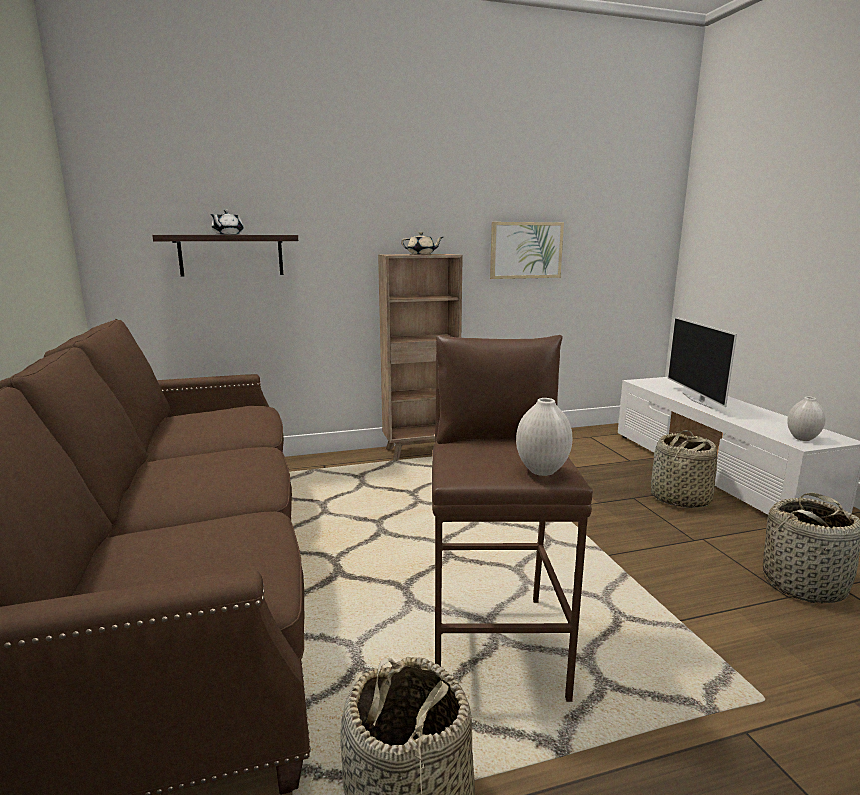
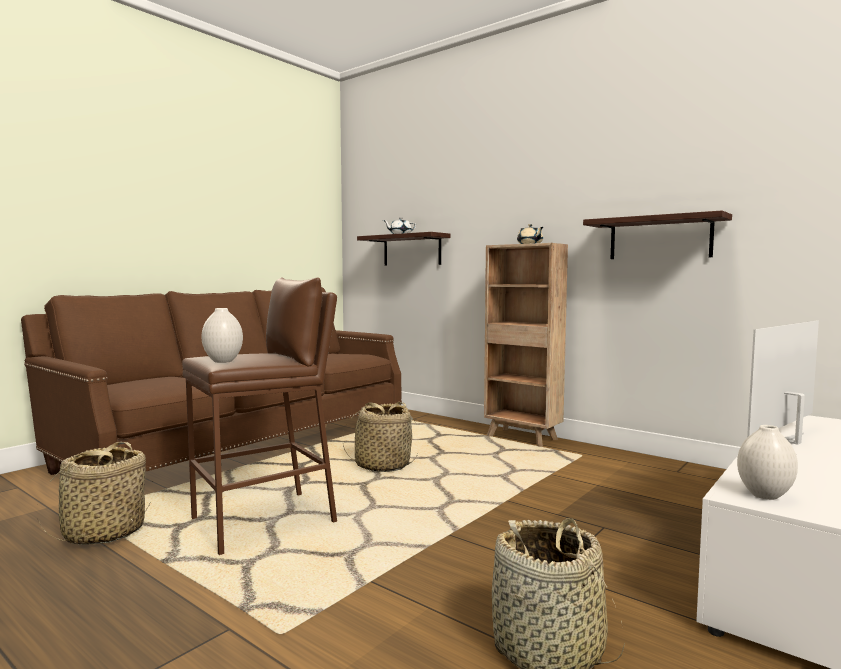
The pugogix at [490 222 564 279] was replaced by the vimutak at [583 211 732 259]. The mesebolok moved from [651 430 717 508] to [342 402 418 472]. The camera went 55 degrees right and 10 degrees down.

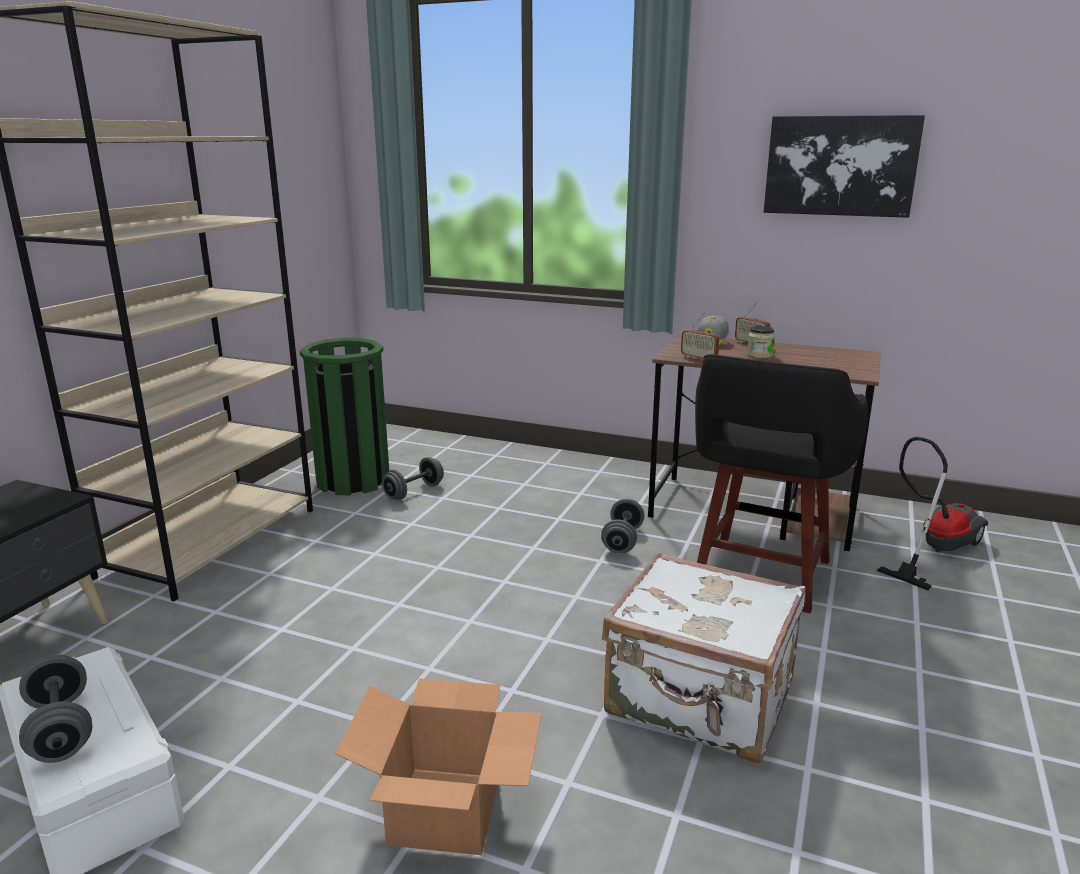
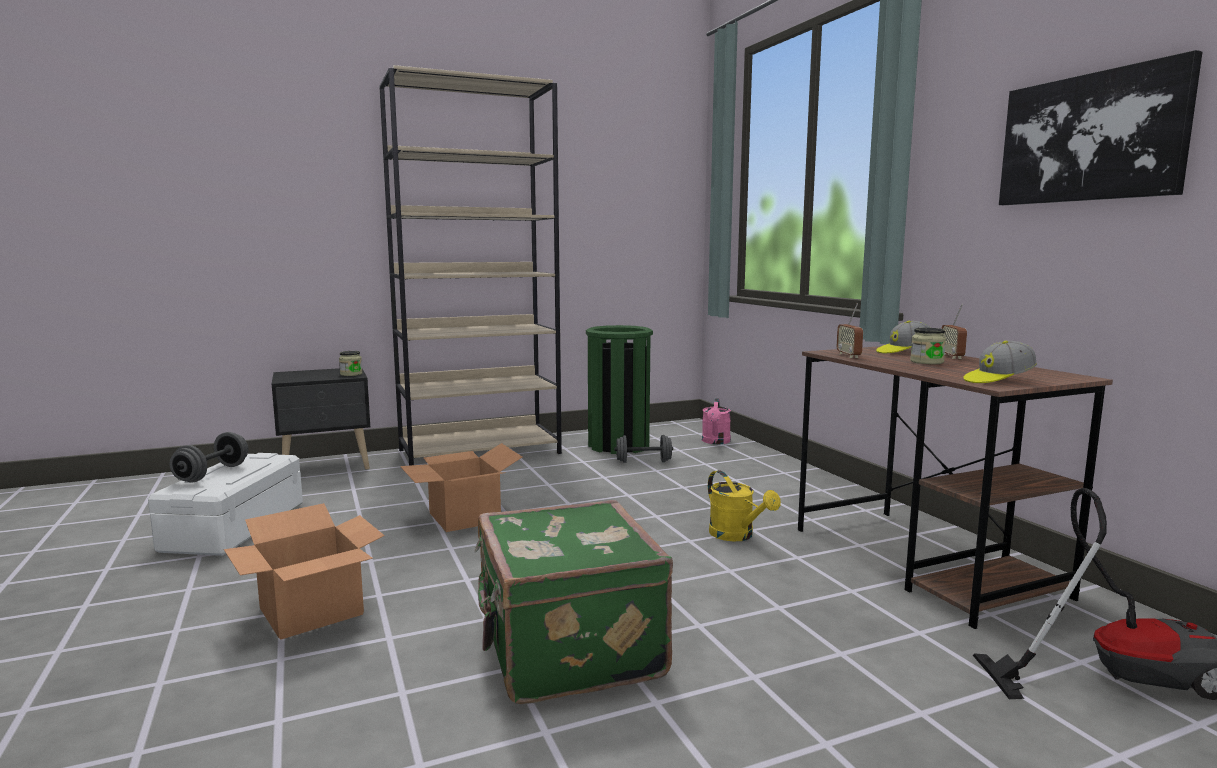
The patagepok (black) at [695 354 868 613] disappeared. The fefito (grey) at [601 499 645 553] was replaced by the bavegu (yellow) at [708 470 781 542]. The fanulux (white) at [602 552 806 763] became the fanulux (green) at [474 500 673 704]. The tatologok at [964 341 1037 383] appeared. The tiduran at [339 351 362 376] appeared. The bavegu (pink) at [702 398 731 444] appeared. The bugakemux at [400 443 522 532] appeared. The camera went 45 degrees right and 10 degrees down.

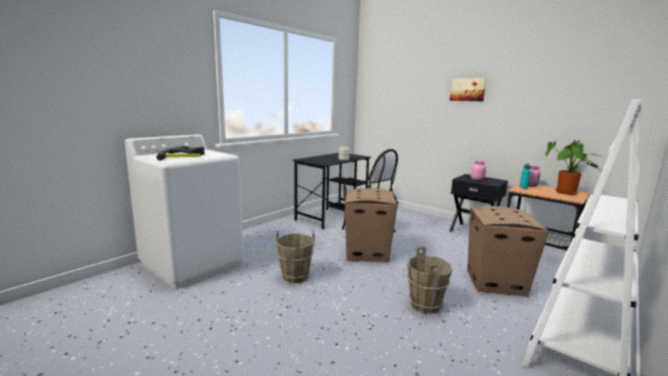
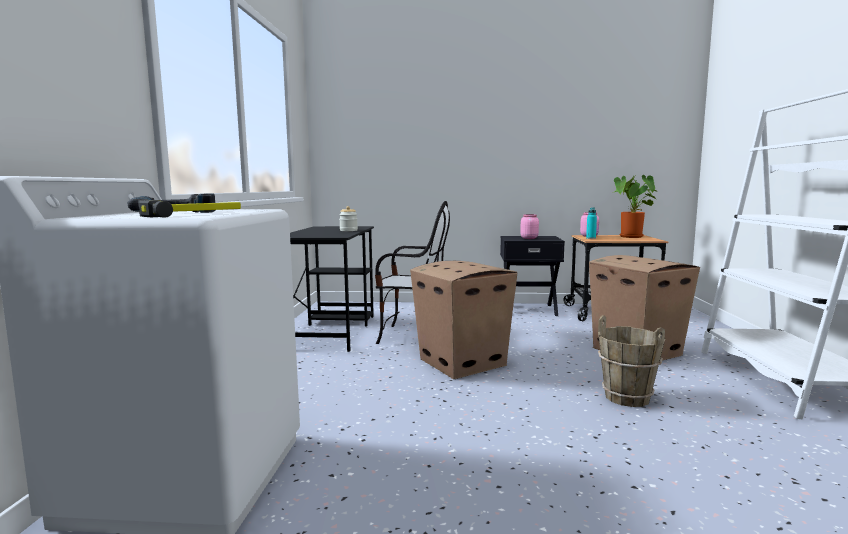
The pugogix at [450 78 486 101] disappeared. The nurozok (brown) at [276 231 315 283] disappeared. The camera went 35 degrees left and 5 degrees down.

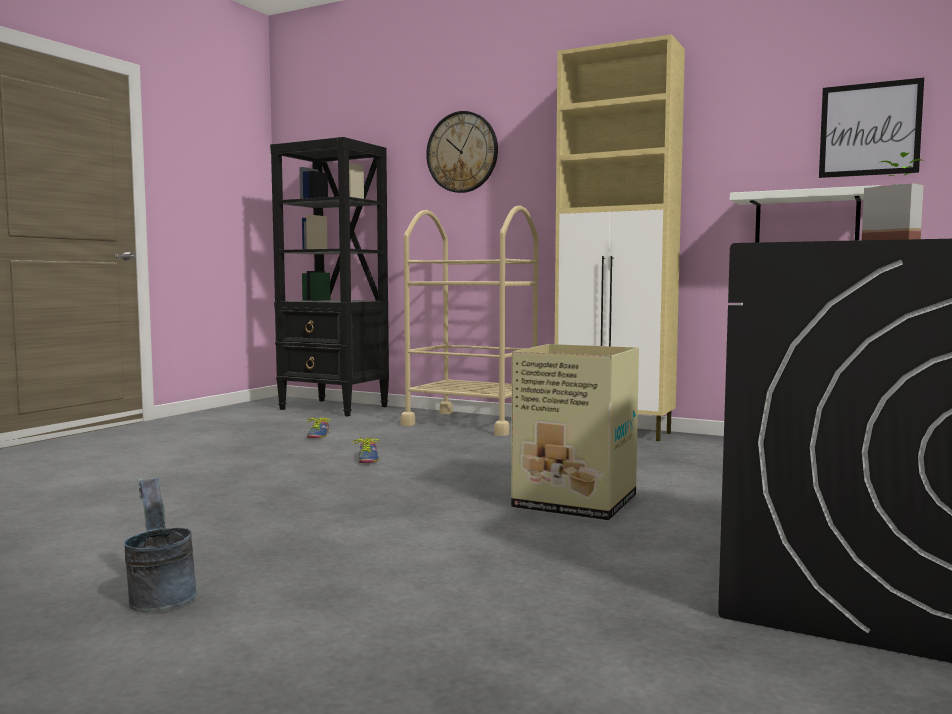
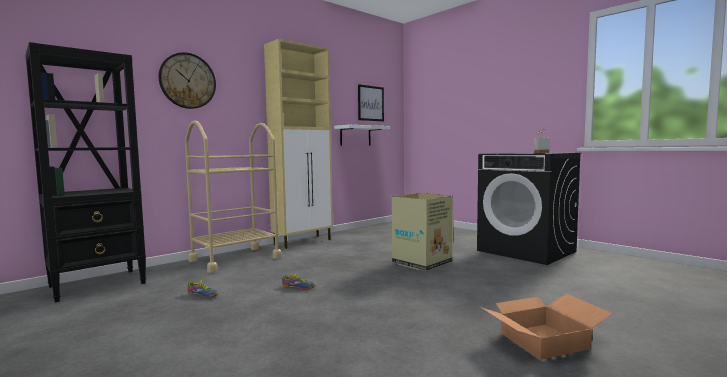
The nurozok (grey) at [123 477 197 612] was replaced by the bugakemux at [481 294 613 360]. The camera went 70 degrees left and 0 degrees up.

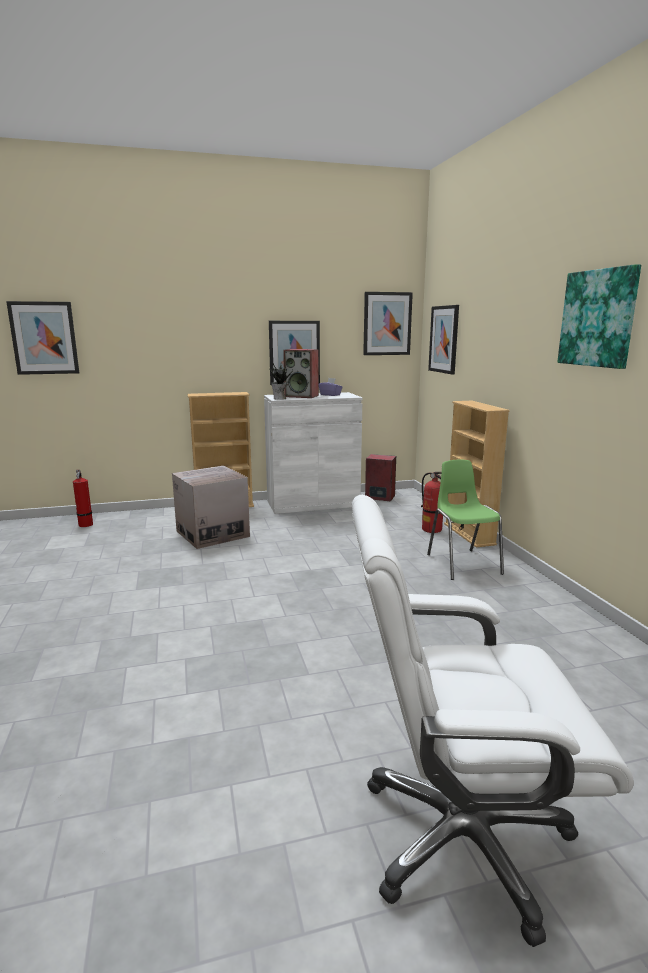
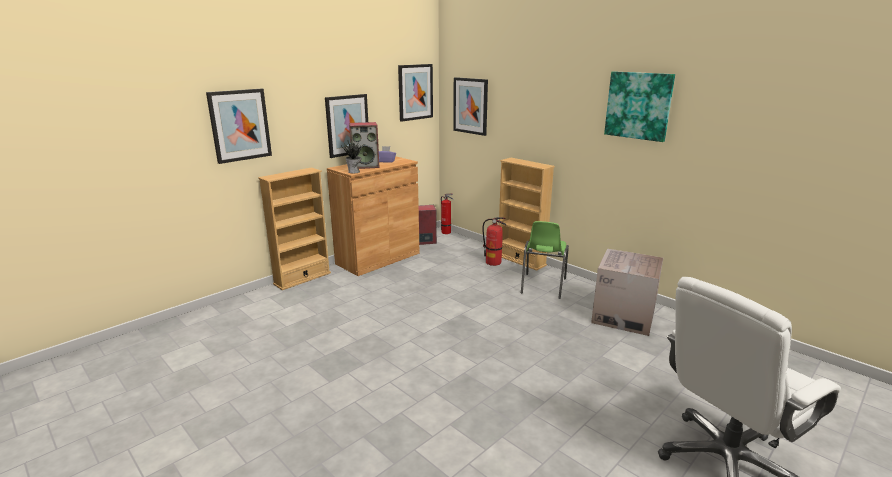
The pugogix moved from [6 301 79 375] to [206 89 272 164]. The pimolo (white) at [264 392 363 514] became the pimolo (brown) at [327 156 420 276]. The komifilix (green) at [427 460 504 580] turned 120 degrees counterclockwise. The bugakemux moved from [172 466 250 549] to [591 249 663 336]. The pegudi moved from [73 470 93 527] to [441 193 454 234]. The camera went 30 degrees left and 5 degrees up.

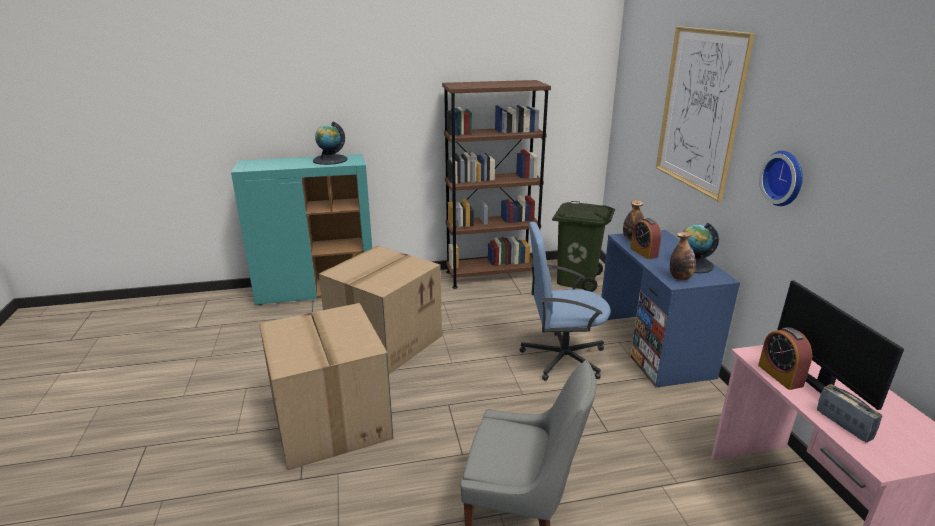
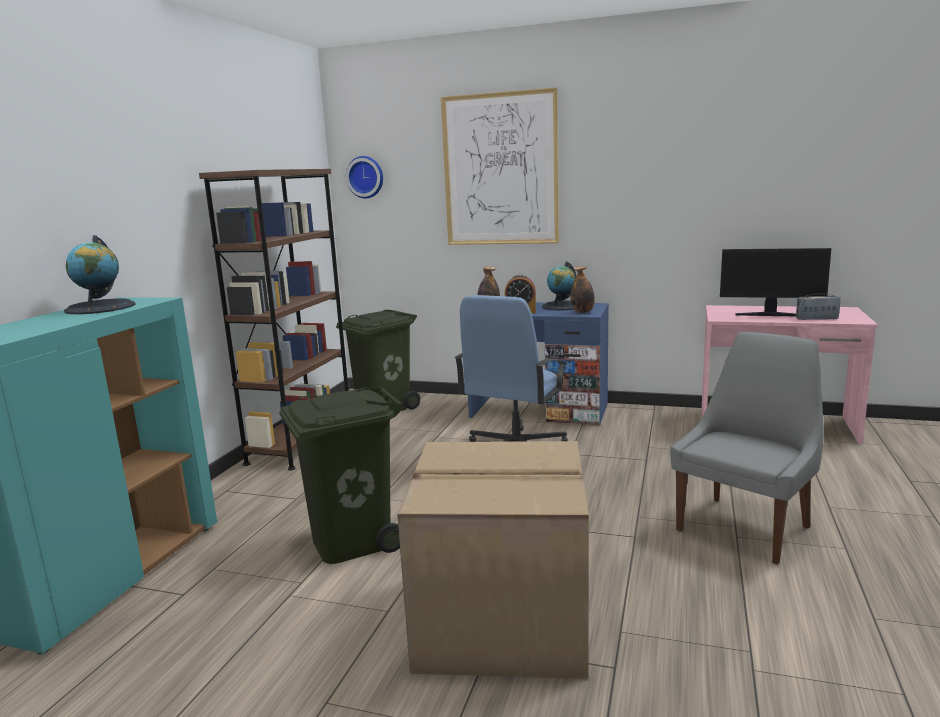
The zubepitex moved from [759 151 803 206] to [346 156 383 199]. The bugakemux at [319 245 442 374] was replaced by the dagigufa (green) at [279 387 403 564]. The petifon at [758 327 812 390] disappeared. The camera went 60 degrees left and 10 degrees down.

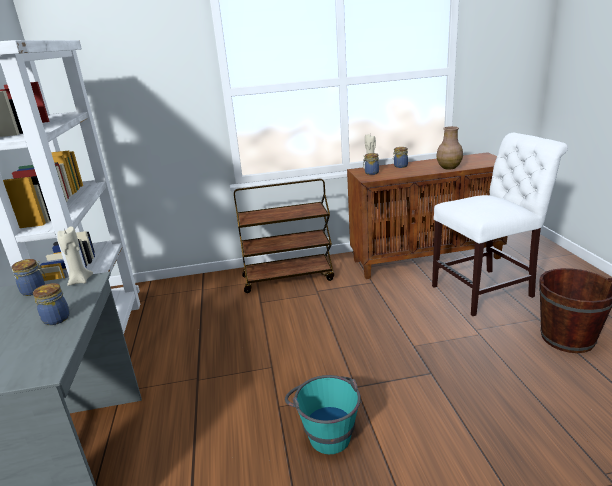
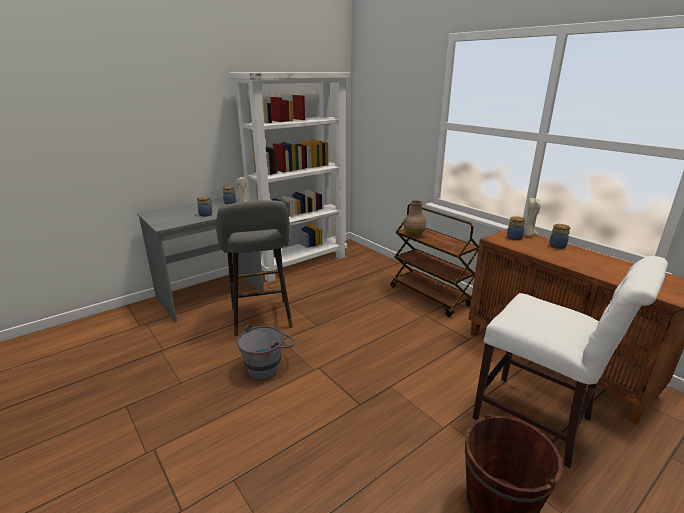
The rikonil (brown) moved from [436 126 463 169] to [404 200 426 237]. The nurozok (turquoise) at [285 375 361 454] became the nurozok (grey) at [236 324 295 380]. The patagepok (grey) at [216 200 293 336] appeared. The camera went 60 degrees right and 0 degrees up.

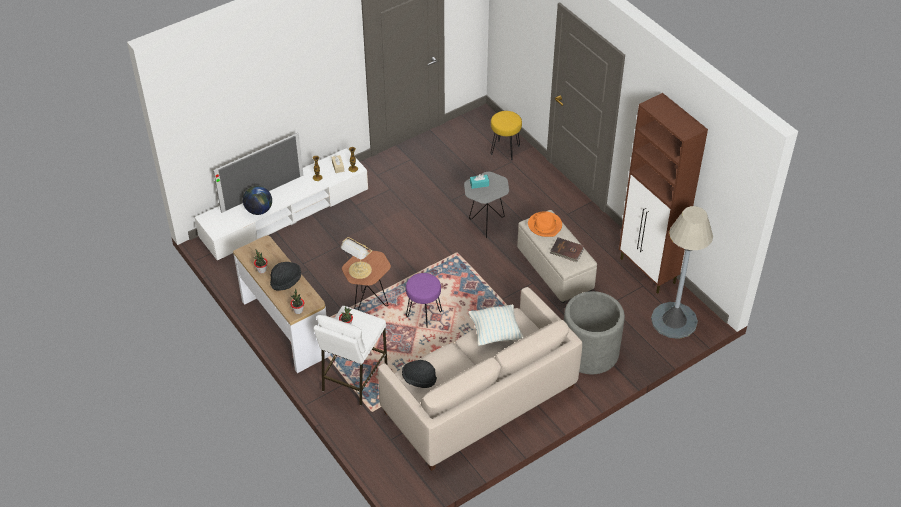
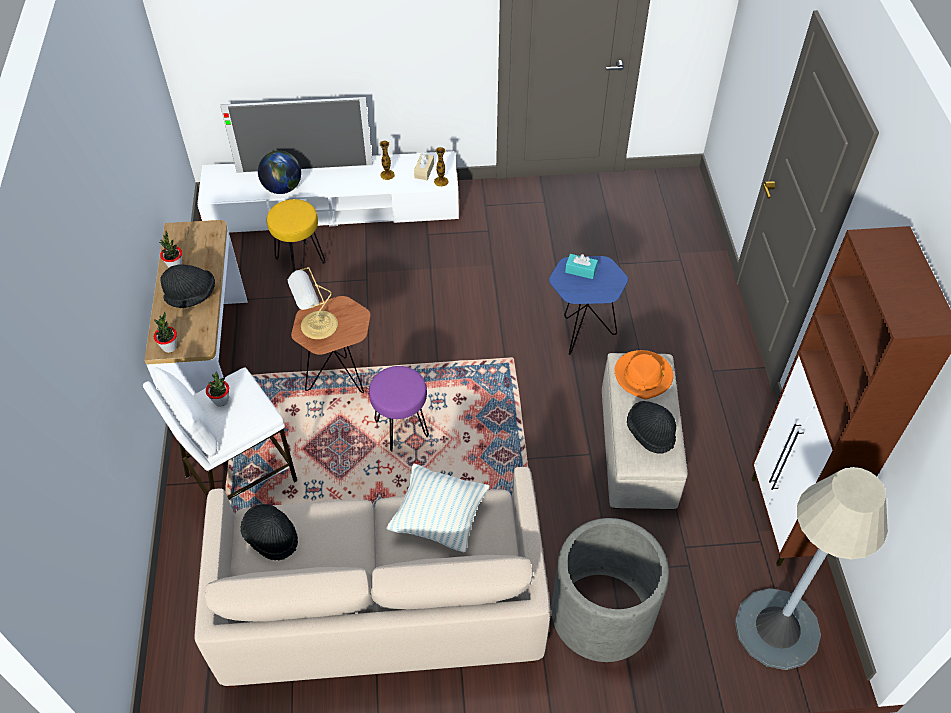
The patagepok (yellow) moved from [491 111 522 161] to [267 199 325 272]. The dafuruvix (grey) at [464 172 509 238] became the dafuruvix (blue) at [549 256 628 355]. The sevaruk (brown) at [550 238 584 262] was replaced by the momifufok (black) at [627 401 676 454]. The camera went 30 degrees right and 5 degrees up.

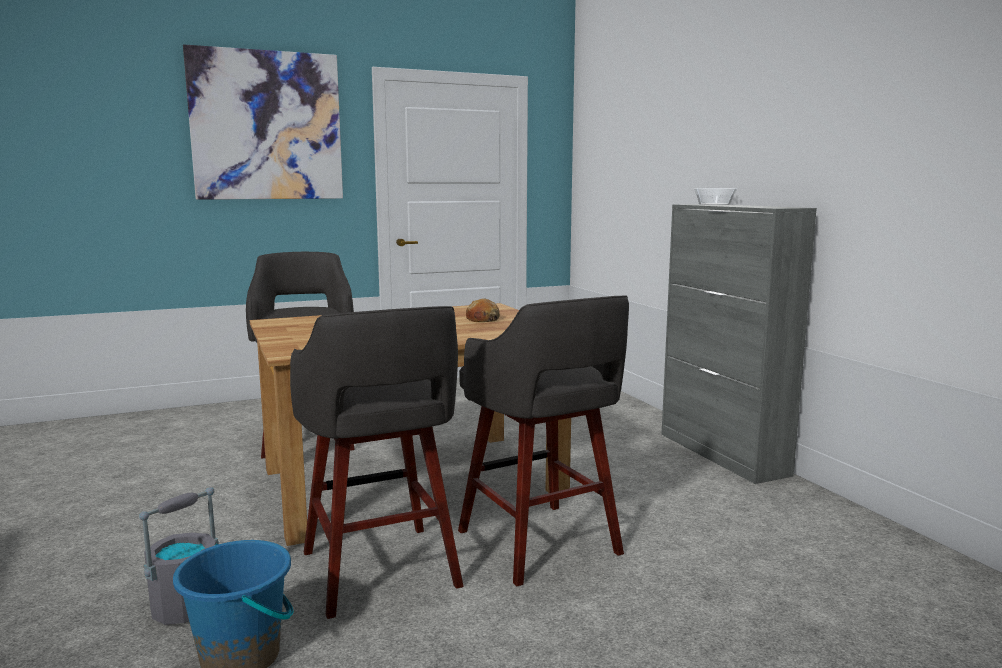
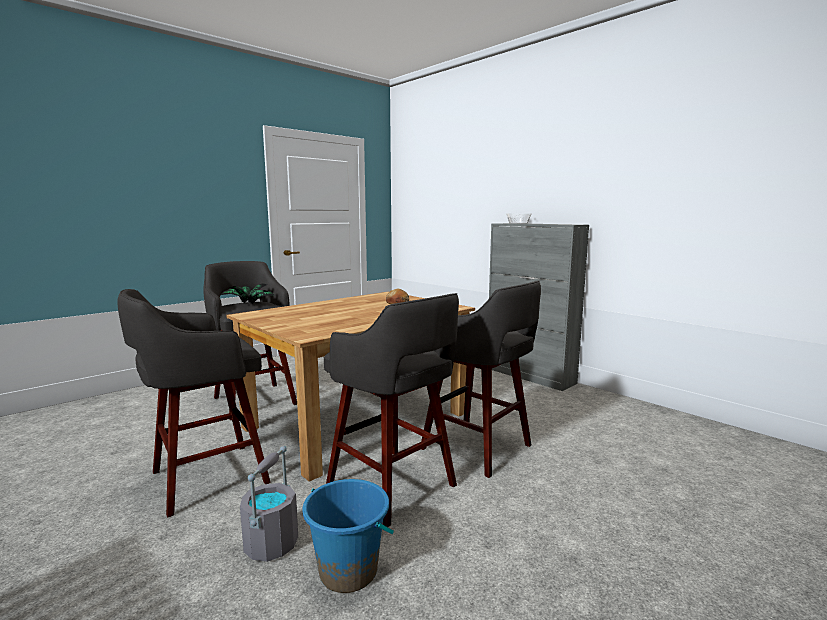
The pugogix at [183 44 343 200] disappeared. The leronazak at [222 283 274 304] appeared. The patagepok (grey) at [117 289 271 517] appeared. The camera went 20 degrees left and 0 degrees up.

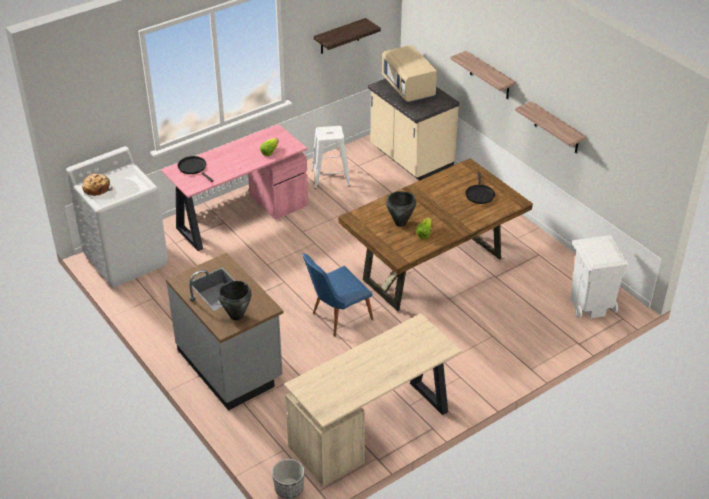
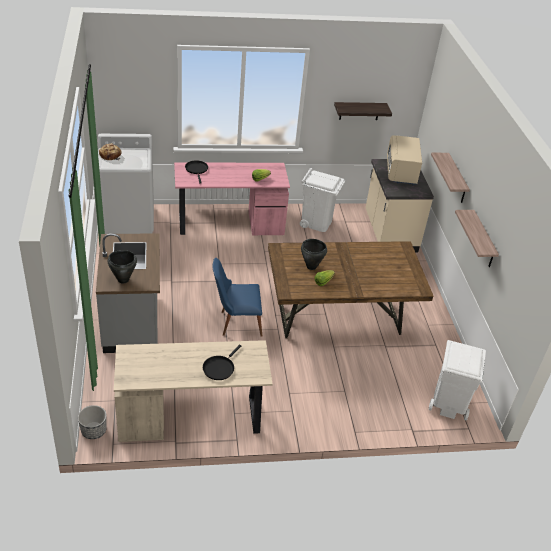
The patagepok (white) at [311 126 350 189] was replaced by the dagigufa (white) at [300 168 345 232]. The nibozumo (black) moved from [465 172 495 204] to [203 344 241 380]. The camera went 25 degrees right and 0 degrees up.

